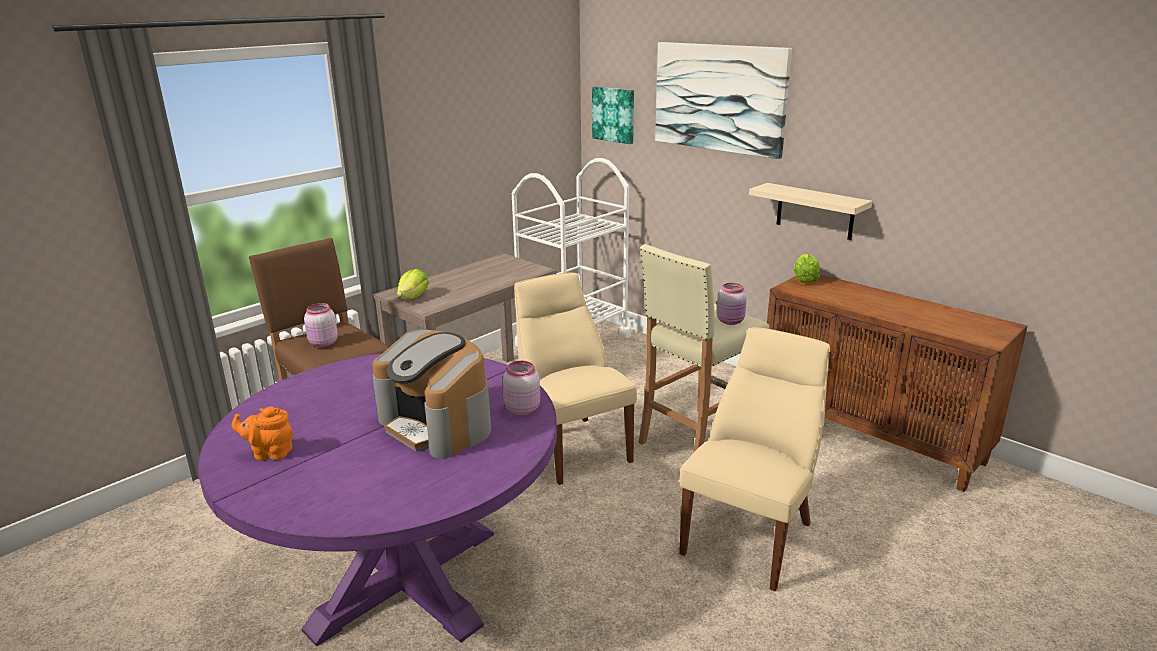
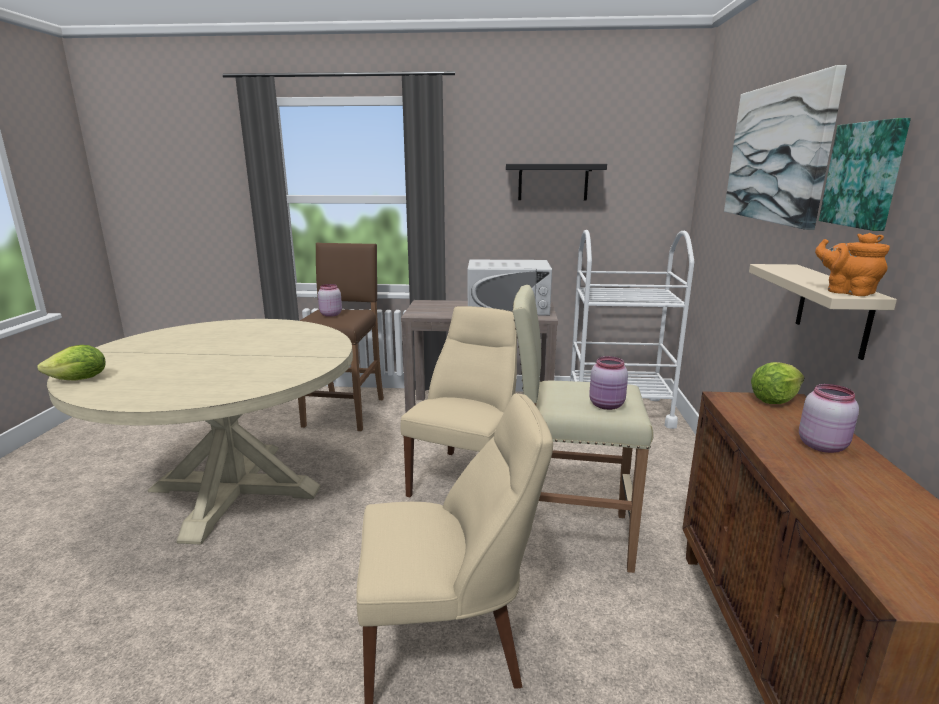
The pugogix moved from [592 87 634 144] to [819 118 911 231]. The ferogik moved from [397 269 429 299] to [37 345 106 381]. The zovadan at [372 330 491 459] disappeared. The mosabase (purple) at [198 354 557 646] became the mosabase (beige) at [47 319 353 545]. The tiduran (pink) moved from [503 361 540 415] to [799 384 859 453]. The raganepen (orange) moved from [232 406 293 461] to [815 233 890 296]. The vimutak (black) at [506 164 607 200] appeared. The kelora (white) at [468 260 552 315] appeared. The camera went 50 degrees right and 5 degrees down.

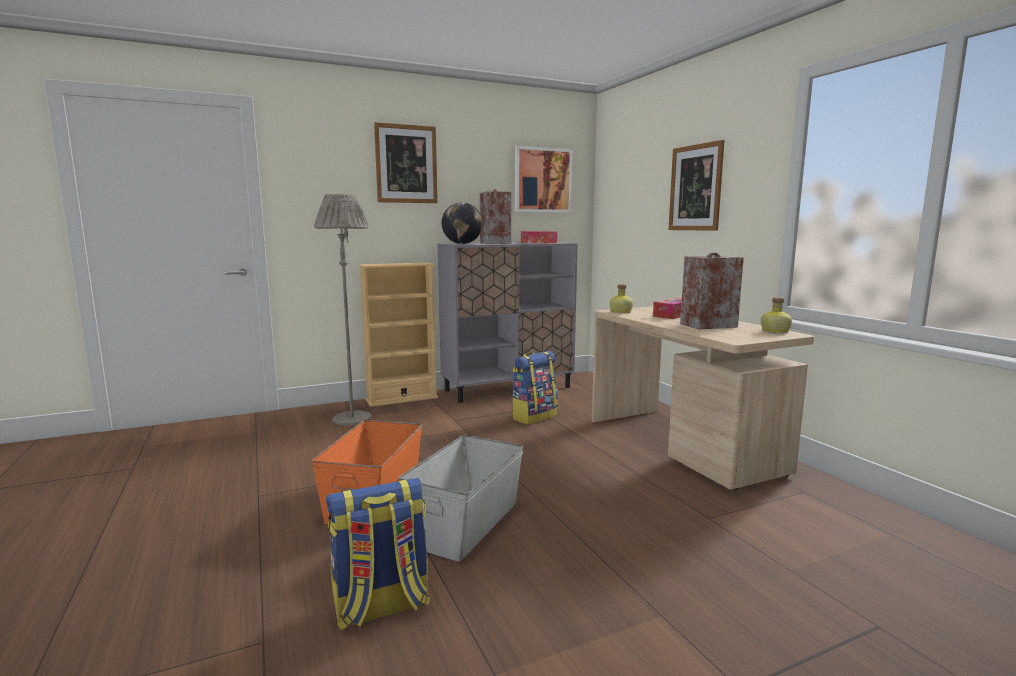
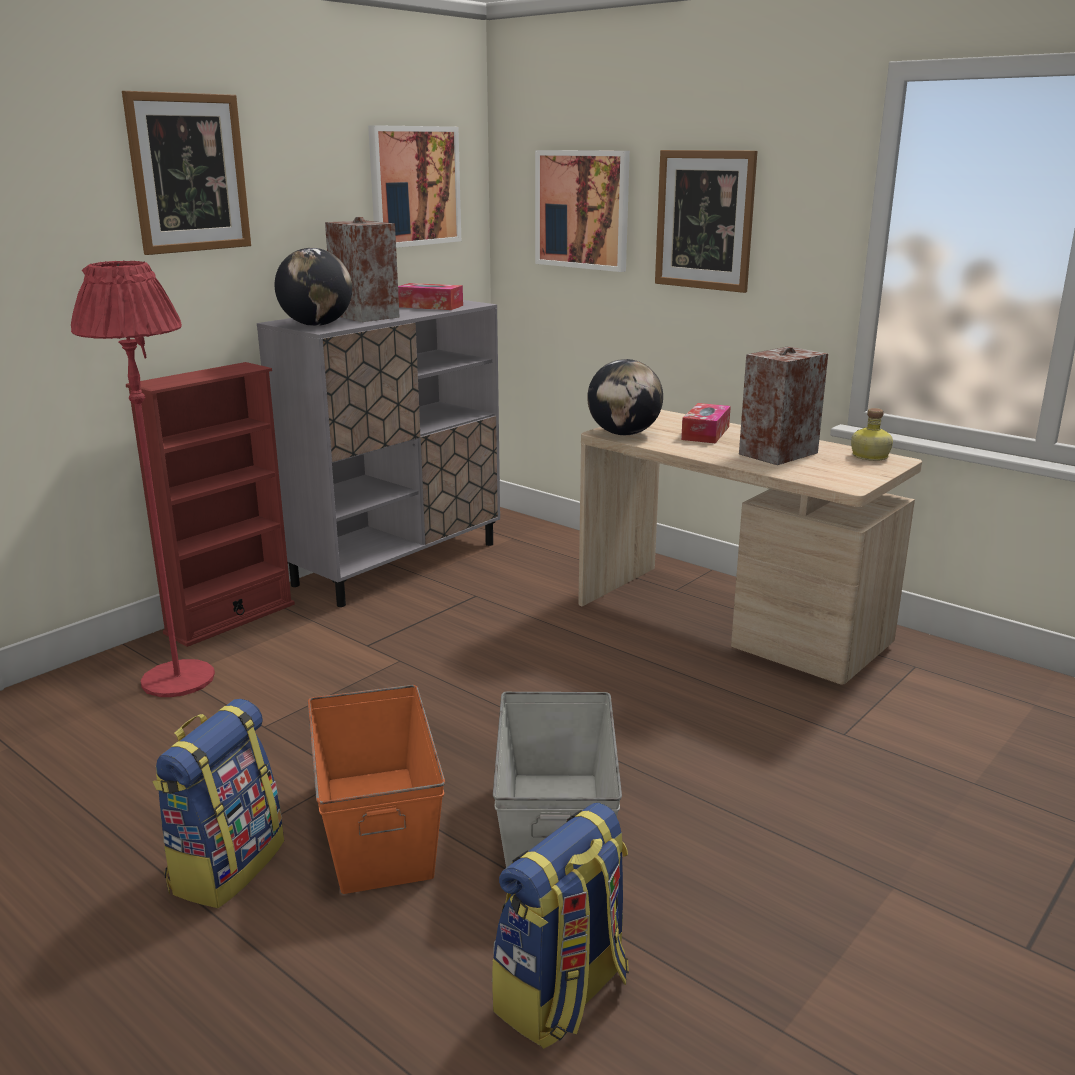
The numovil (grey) at [314 194 371 425] became the numovil (red) at [71 261 215 697]. The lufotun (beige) at [359 263 438 407] became the lufotun (red) at [126 362 295 647]. The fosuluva at [610 284 633 313] was replaced by the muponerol at [587 359 663 435]. The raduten moved from [511 351 558 425] to [152 699 284 908]. The pugogix at [535 150 630 272] appeared. The camera went 25 degrees left and 10 degrees up.

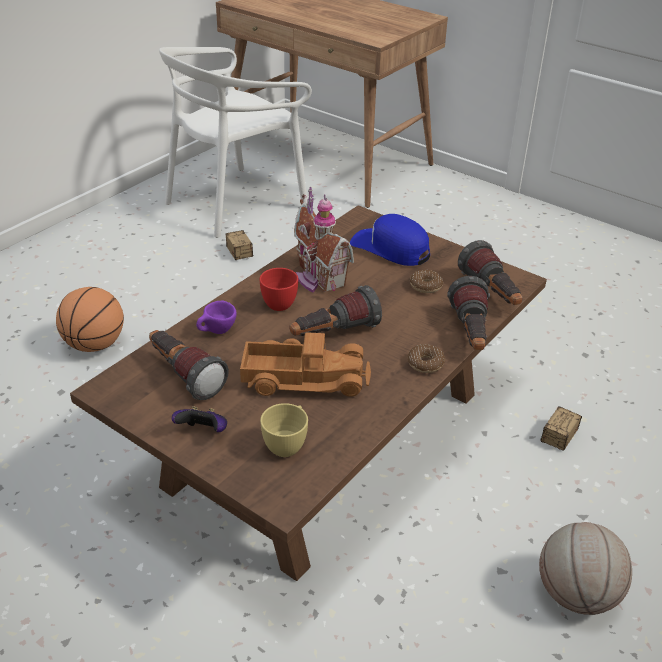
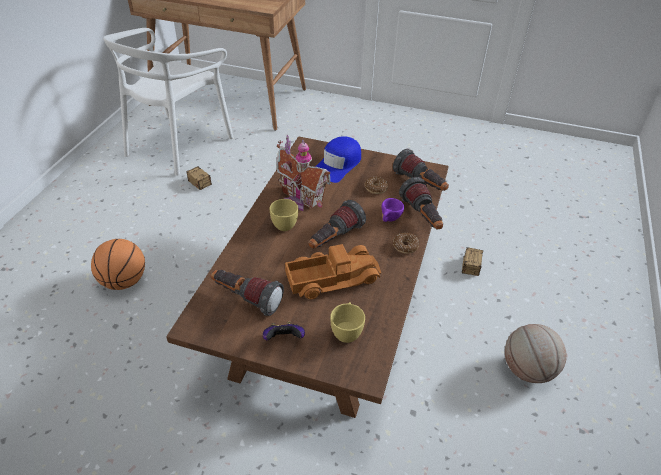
The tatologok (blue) at [350 214 430 266] turned 75 degrees counterclockwise. The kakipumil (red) at [260 268 298 311] became the kakipumil (yellow) at [269 199 298 231]. The kakipumil (purple) moved from [196 301 237 334] to [381 198 404 222]. The camera went 20 degrees left and 5 degrees up.

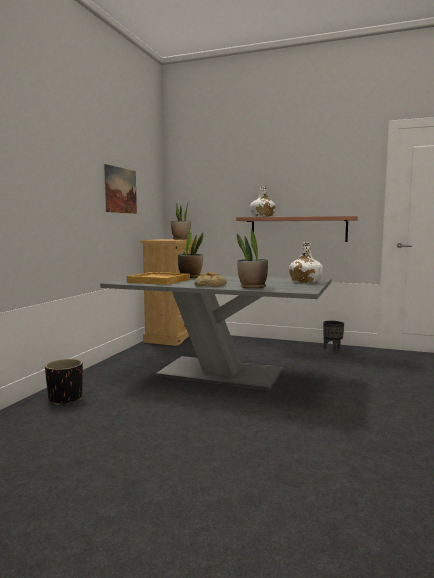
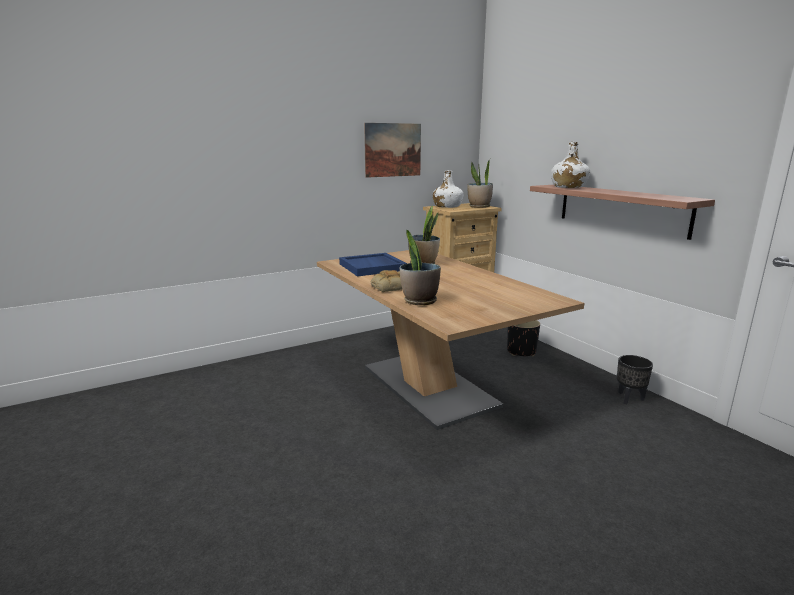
The fosuluva (white) moved from [289 242 323 283] to [433 170 463 208]. The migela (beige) at [127 272 190 285] became the migela (blue) at [339 253 407 276]. The mosabase (grey) at [100 275 331 391] became the mosabase (brown) at [317 250 585 430]. The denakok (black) moved from [45 359 83 405] to [507 320 540 356]. The camera went 40 degrees right and 10 degrees up.

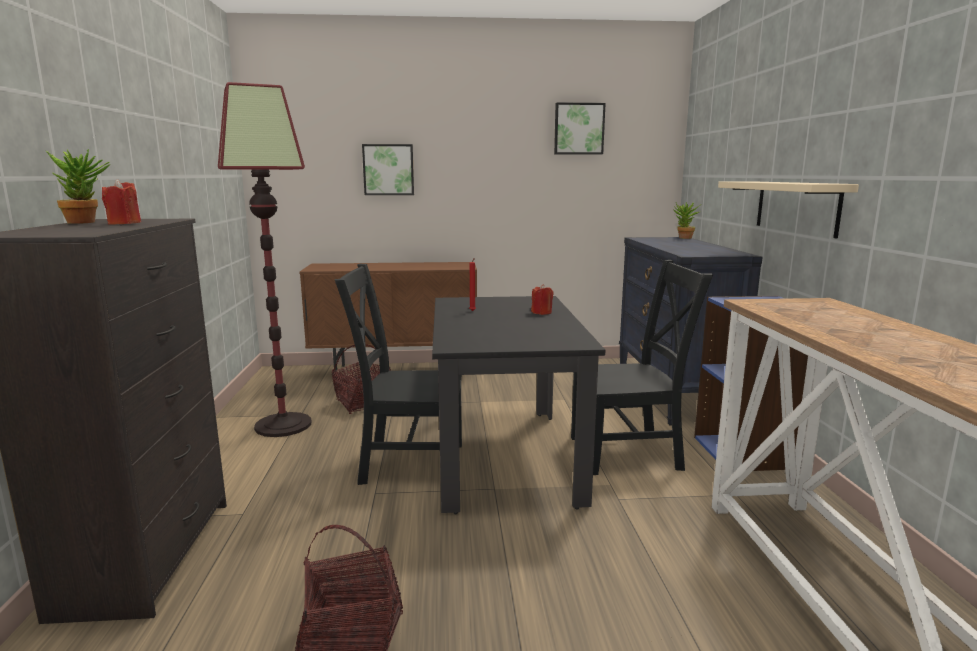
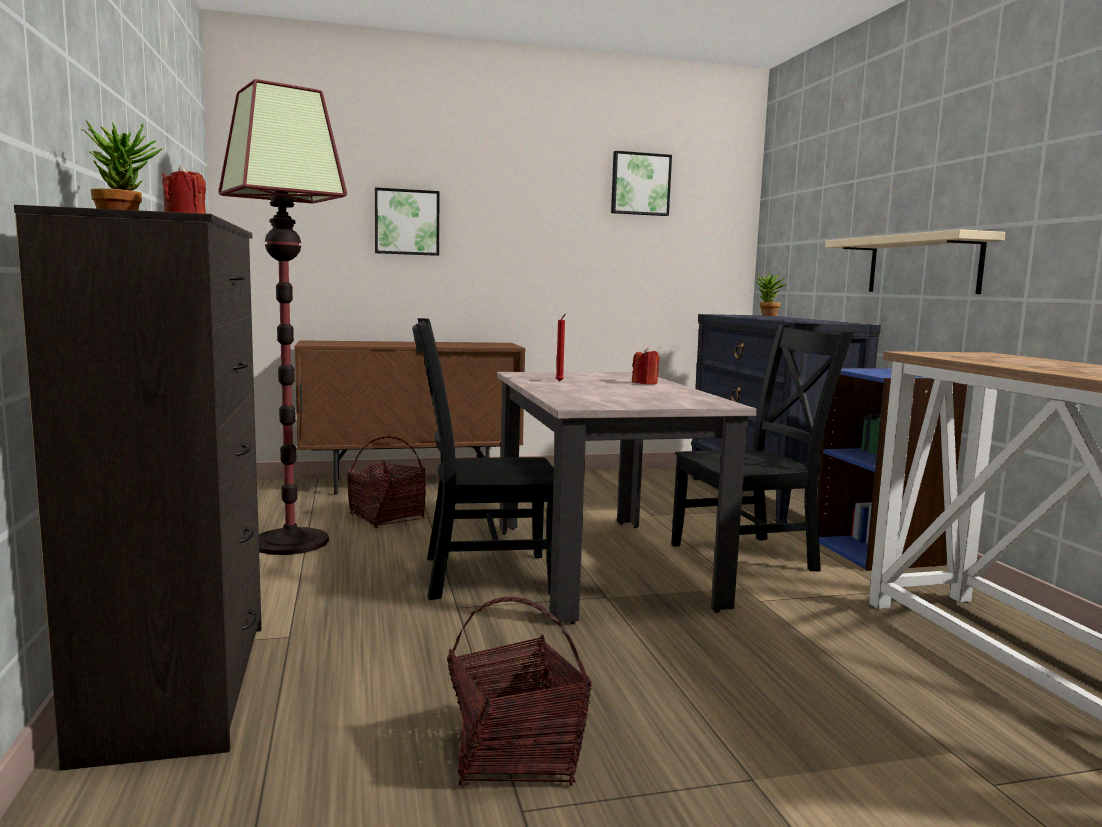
The mosabase (black) at [432 296 605 514] became the mosabase (beige) at [497 372 757 624]. The camera went 10 degrees left and 5 degrees down.

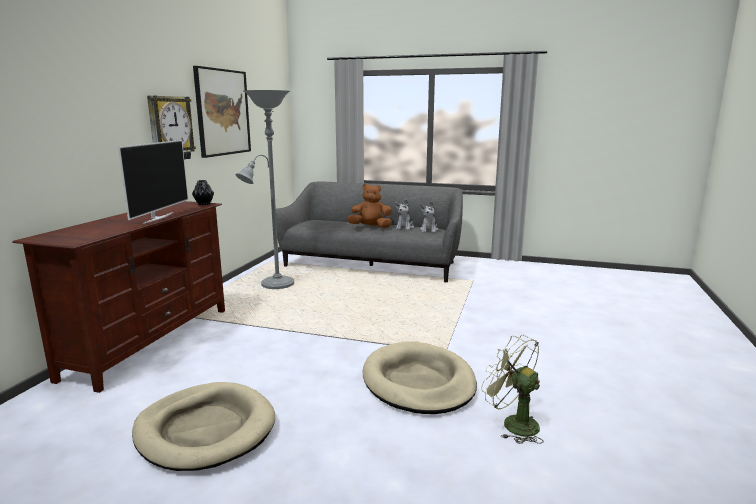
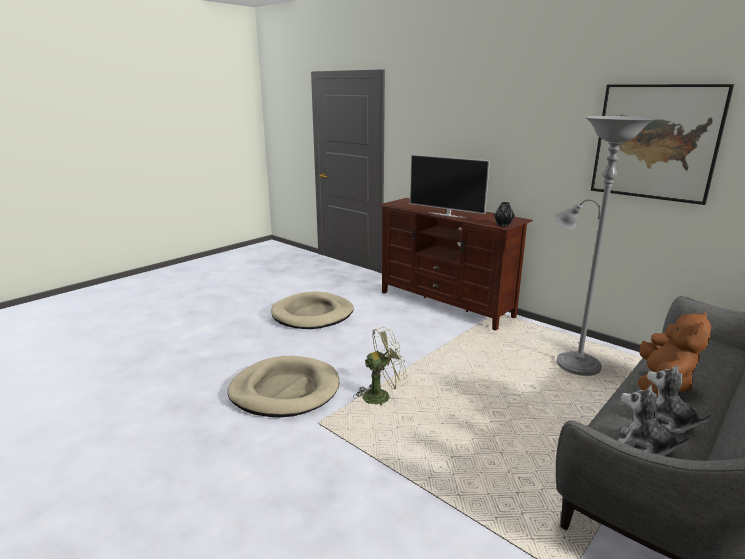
The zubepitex at [147 96 196 160] disappeared. The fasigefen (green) moved from [481 335 544 444] to [353 327 408 405]. The camera went 115 degrees right and 5 degrees up.

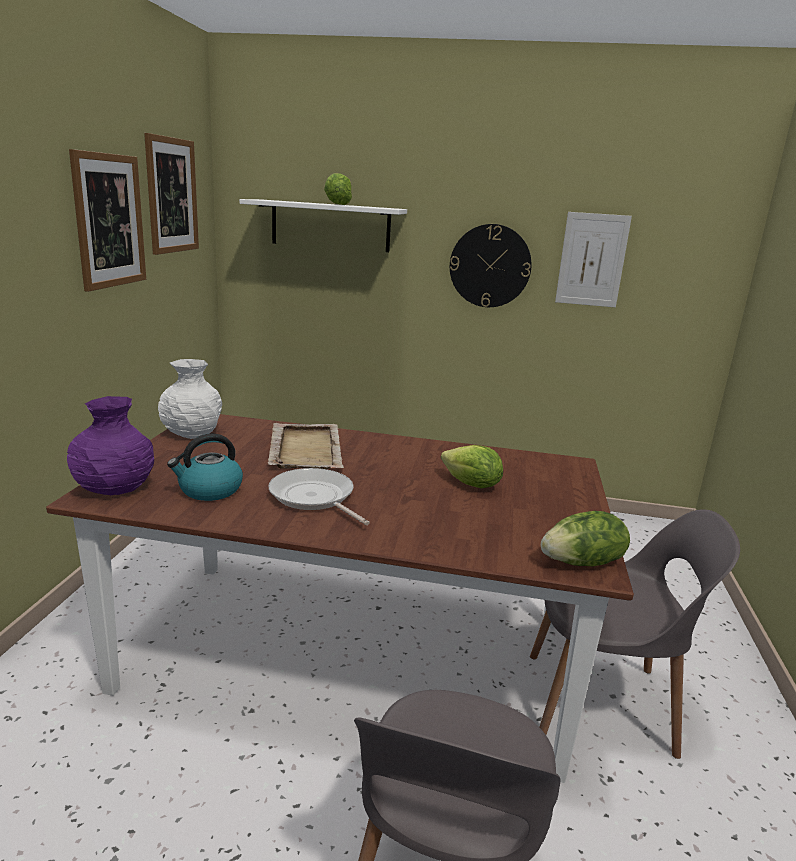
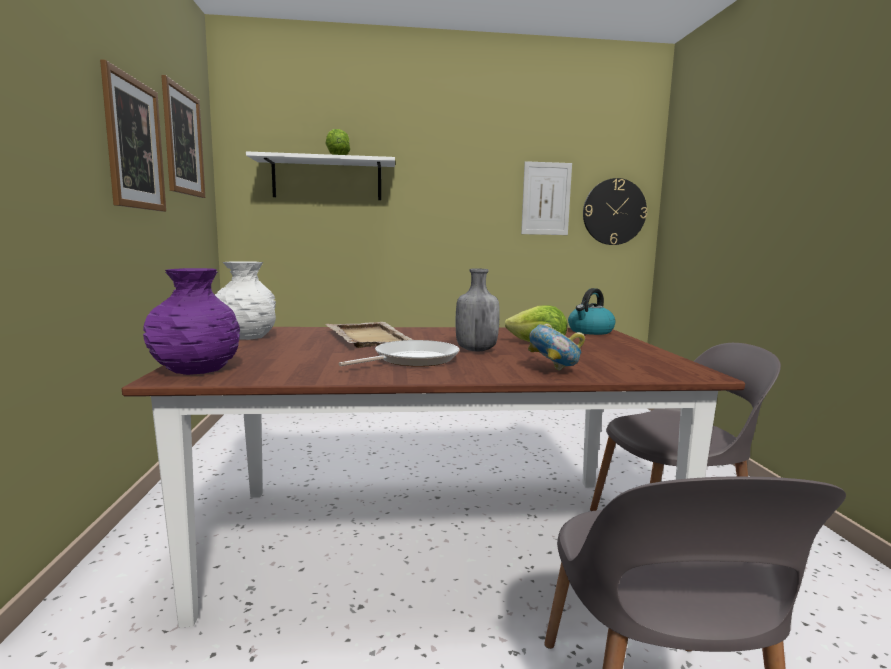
The zubepitex moved from [450 224 532 307] to [583 178 647 245]. The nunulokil moved from [167 434 243 501] to [568 288 615 335]. The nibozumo at [268 468 370 525] turned 105 degrees clockwise. The ferogik at [541 511 630 566] disappeared. The fosuluva (grey) at [456 269 500 351] appeared. The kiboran at [528 323 585 371] appeared. The camera went 15 degrees left and 10 degrees down.

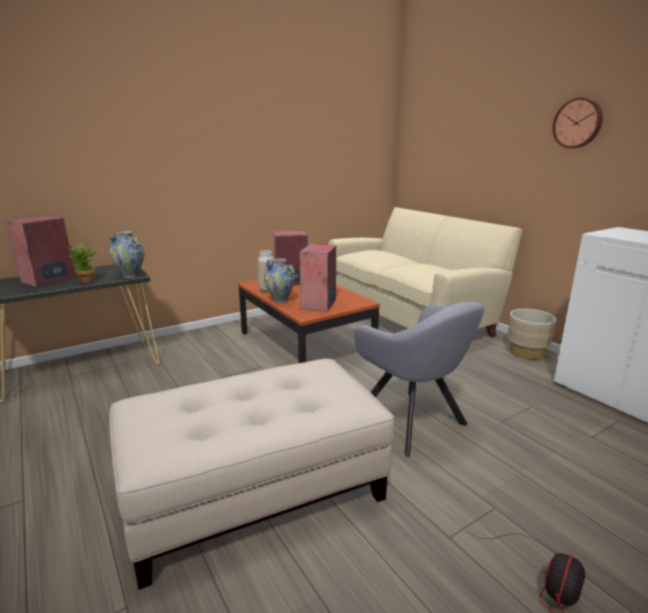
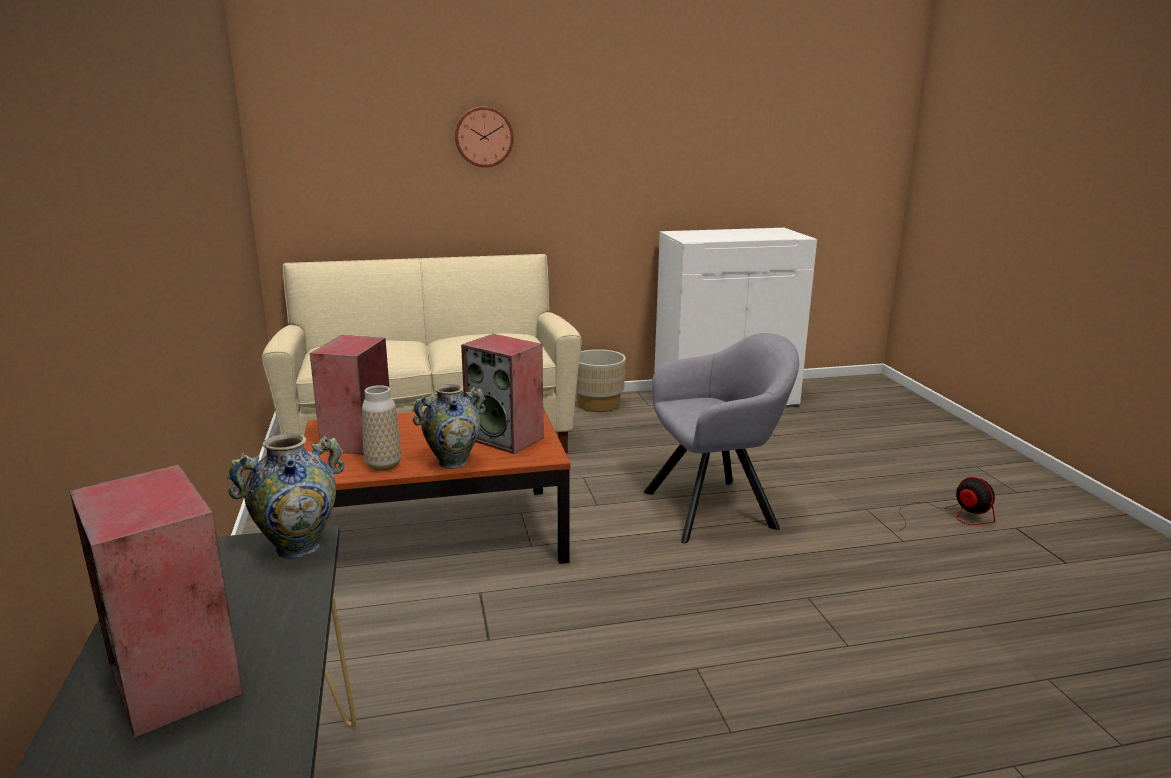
The zubepitex moved from [552 97 603 148] to [455 107 513 167]. The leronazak at [66 243 97 283] disappeared. The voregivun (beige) at [109 359 394 590] disappeared. The camera went 70 degrees left and 0 degrees up.

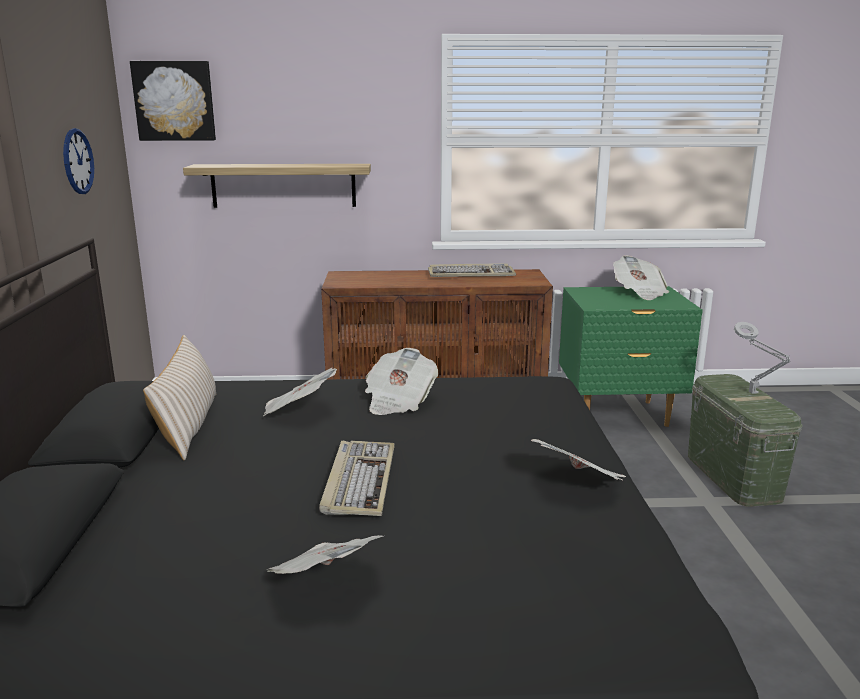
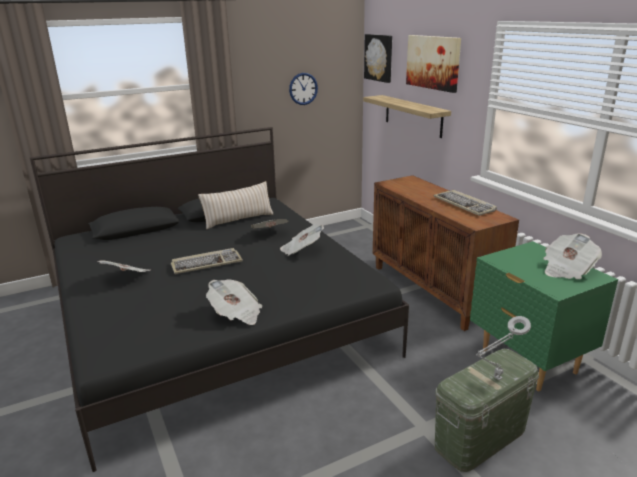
The pugogix at [406 35 461 93] appeared. The camera went 65 degrees right and 5 degrees up.

